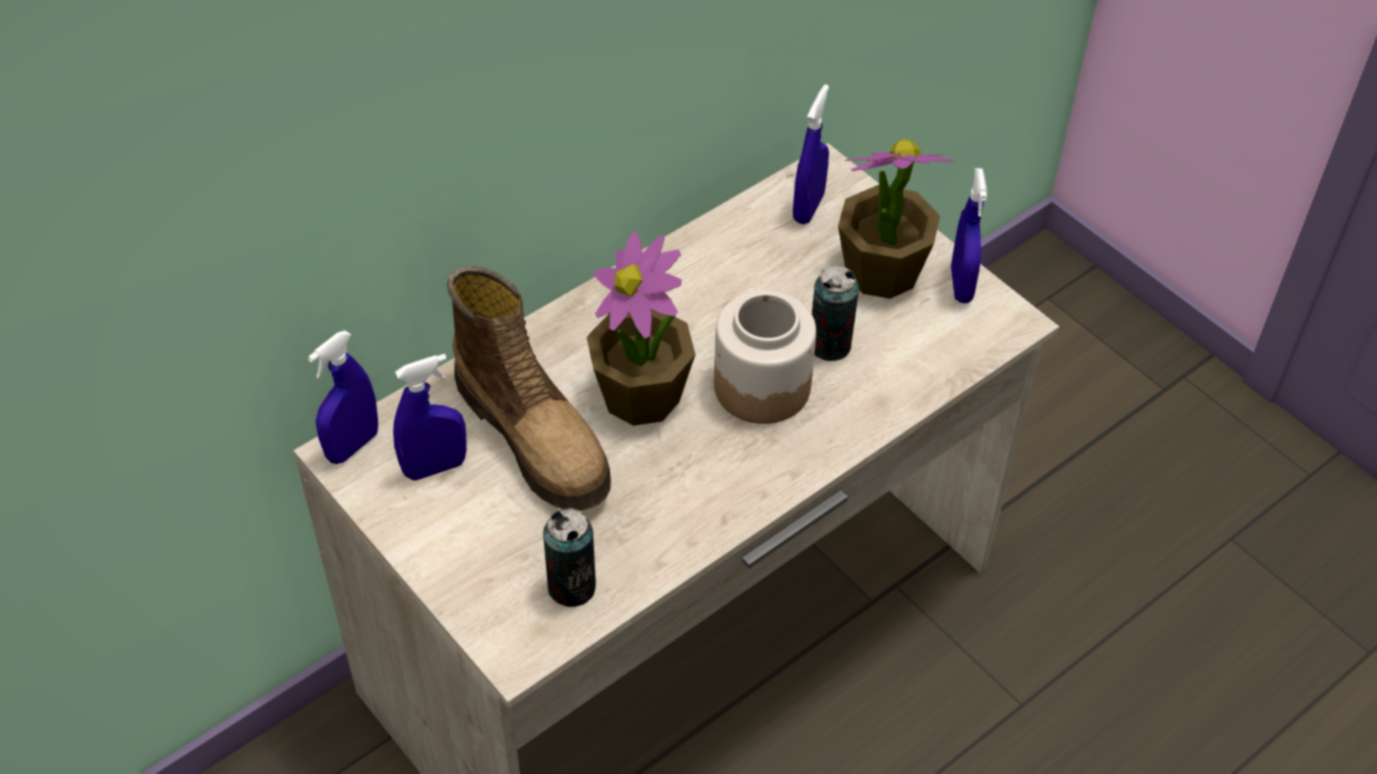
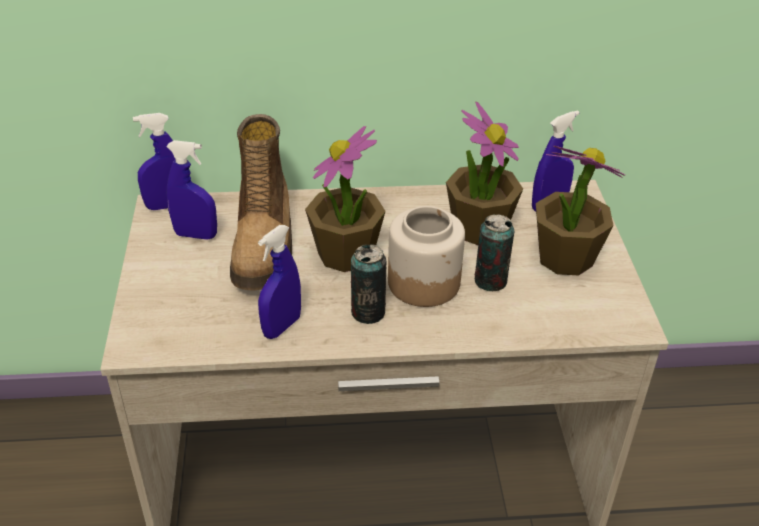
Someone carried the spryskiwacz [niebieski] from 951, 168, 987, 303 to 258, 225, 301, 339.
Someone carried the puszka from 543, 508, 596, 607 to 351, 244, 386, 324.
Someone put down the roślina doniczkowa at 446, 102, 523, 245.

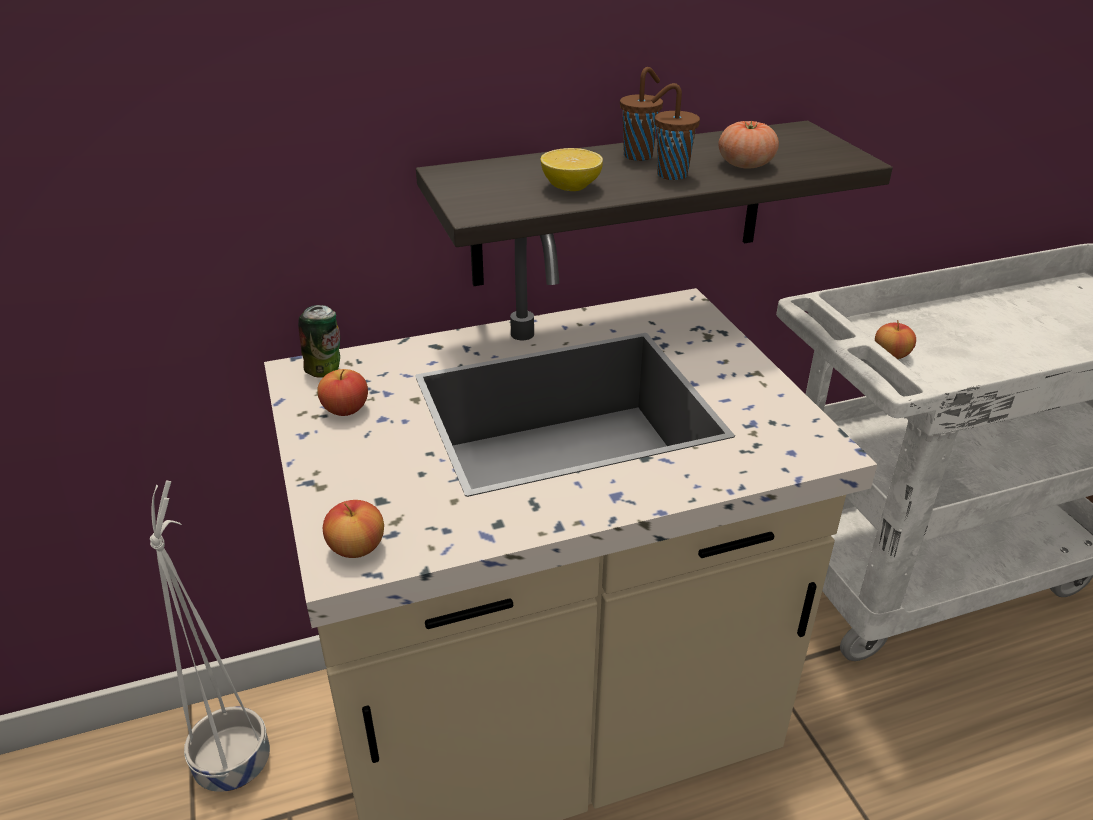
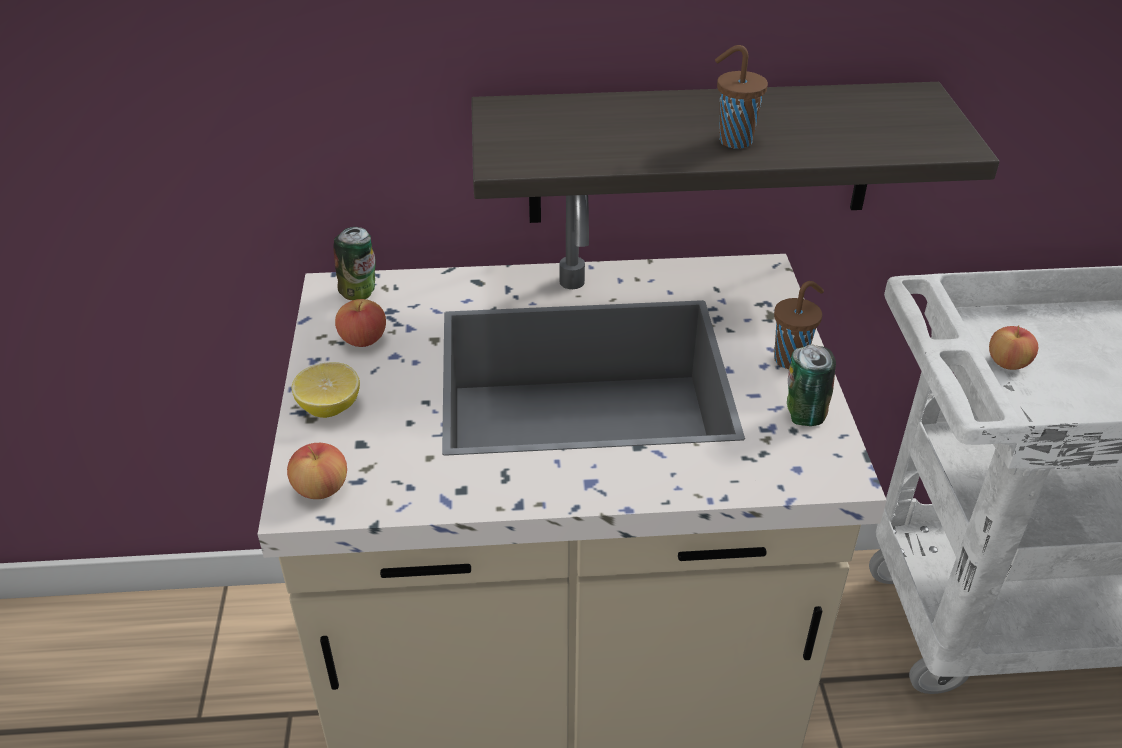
Someone carried the filiżanka [brązowy] from 620, 67, 663, 161 to 774, 281, 824, 369.
Someone took away the pomidor at 718, 120, 779, 169.
Someone carried the cytryna from 541, 148, 603, 191 to 292, 362, 360, 418.
Someone took away the donica [biały] at 150, 480, 270, 792.
Someone put down the puszka at 787, 344, 836, 426.

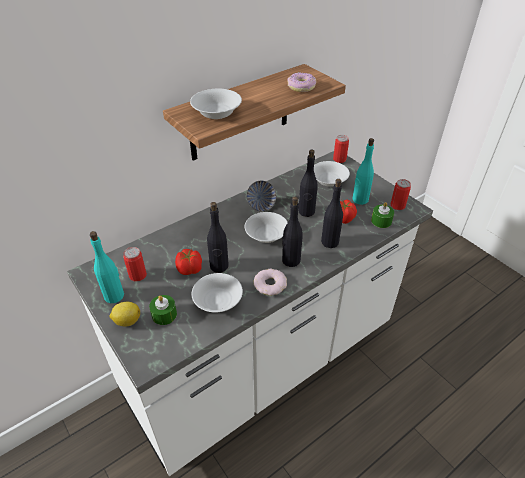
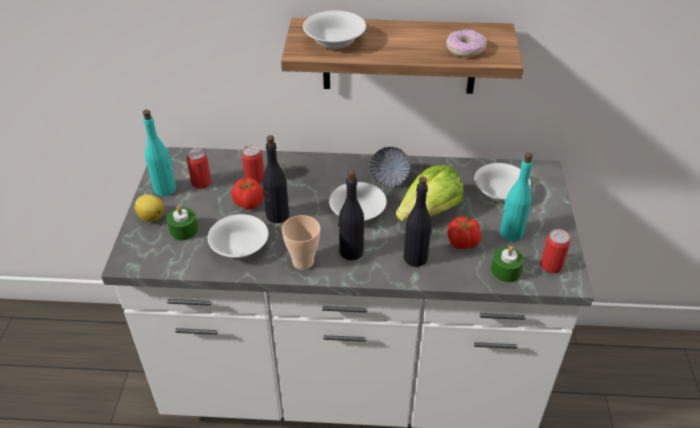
Someone carried the puszka from 333, 135, 349, 163 to 242, 145, 264, 184.
Someone swapped the butelka [czarny] at 298, 150, 318, 217 for the sałata at 396, 165, 464, 221.
Someone swapped the donut at 254, 269, 287, 296 for the filiżanka at 282, 215, 320, 270.

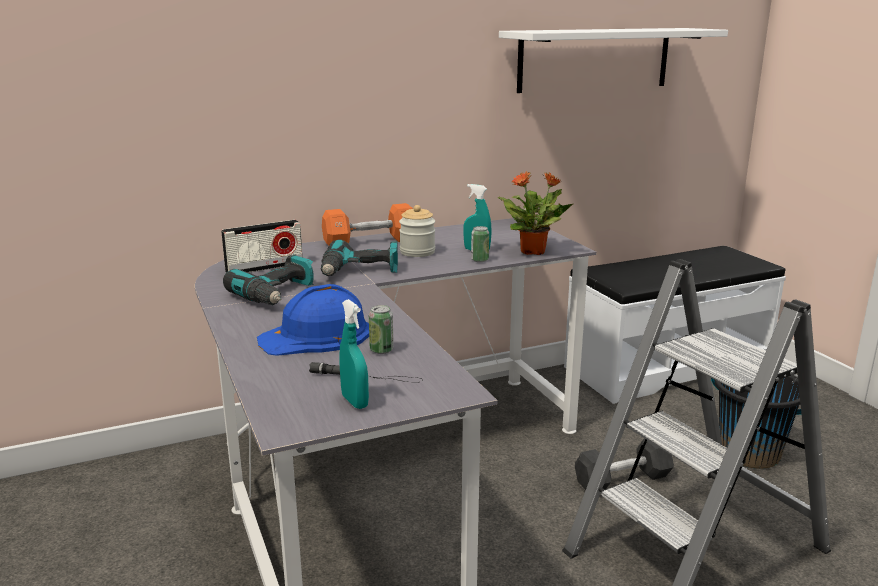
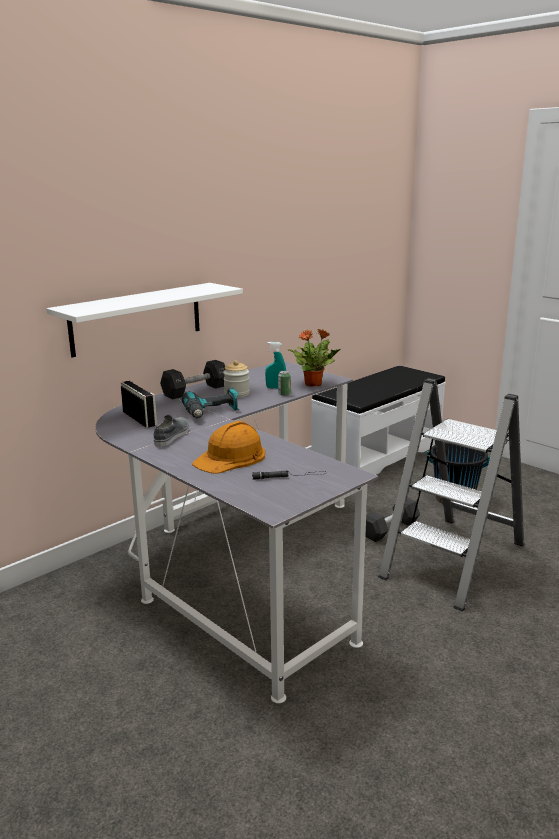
Someone carried the półka [biały] from 499, 28, 728, 93 to 46, 283, 243, 357.
Someone repainted the hantel [pomarańczowy] at 322, 203, 413, 246, which became the hantel [czarny] at 160, 360, 226, 399.
Someone rotated the radio at 221, 220, 303, 273 by 75 degrees counterclockwise.
Someone swapped the wiertarka at 223, 254, 314, 305 for the but [szary] at 154, 415, 189, 447.
Someone repainted the kask [niebieski] at 257, 284, 369, 356, which became the kask [pomarańczowy] at 192, 421, 265, 474.
Someone took away the spryskiwacz [turkusowy] at 339, 299, 369, 409.
Someone took away the puszka at 369, 305, 394, 354.

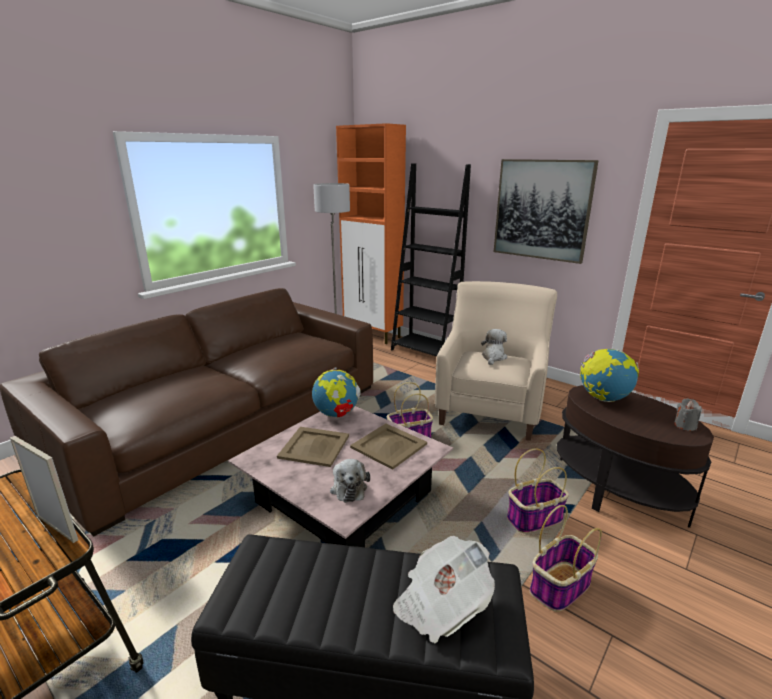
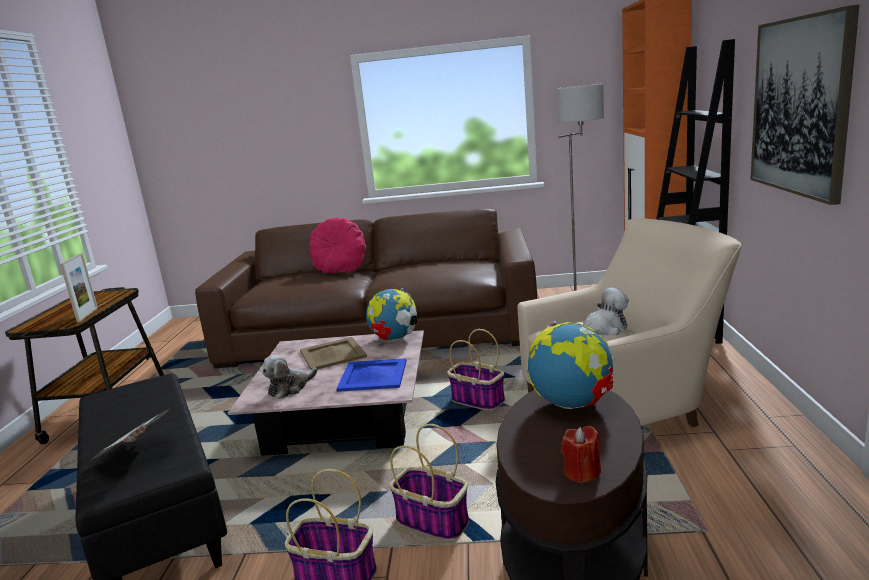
Someone repainted the świeca [szary] at 674, 398, 702, 431, which became the świeca [czerwony] at 561, 426, 601, 483.
Someone repainted the taca [beżowy] at 350, 424, 427, 470, which became the taca [niebieski] at 336, 358, 406, 392.
Someone put down the poduszka [różowy] at 309, 217, 366, 273.

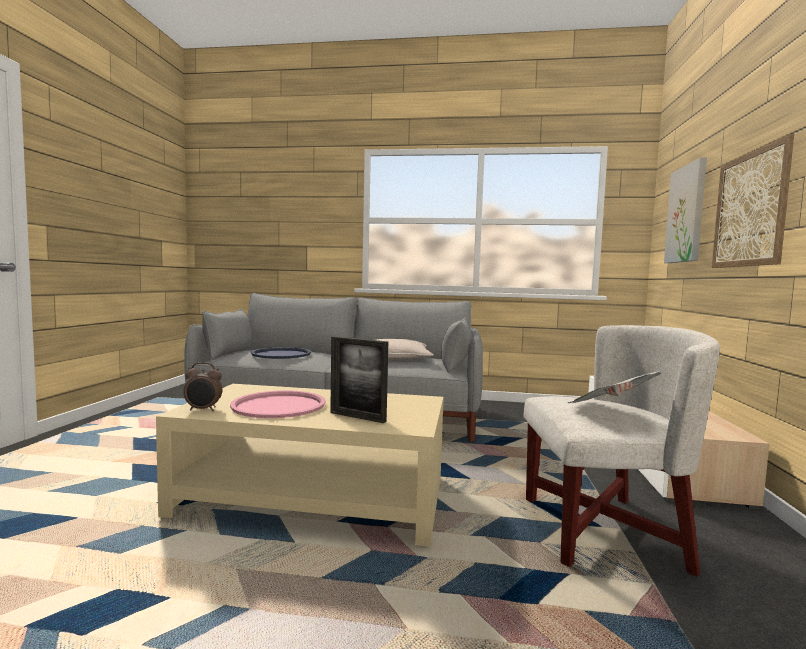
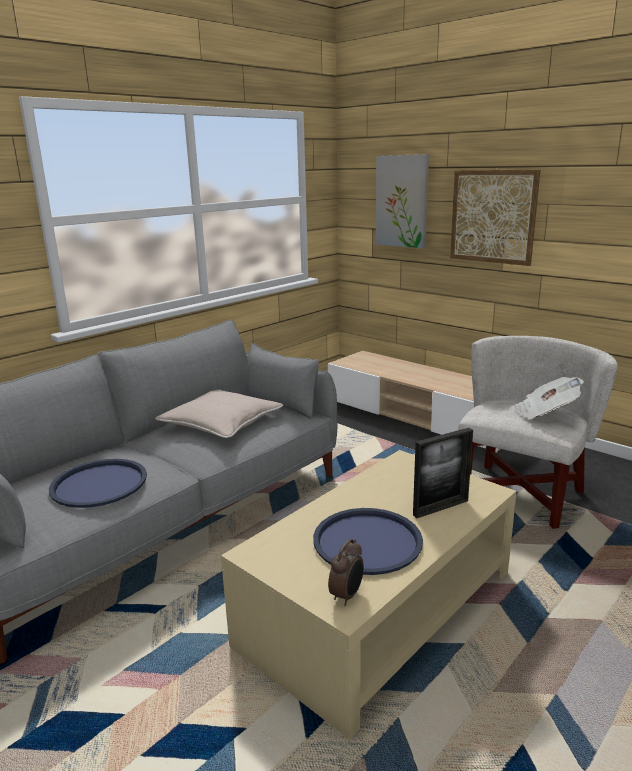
Someone repainted the taca [różowy] at 230, 390, 326, 418, which became the taca [niebieski] at 313, 508, 423, 575.

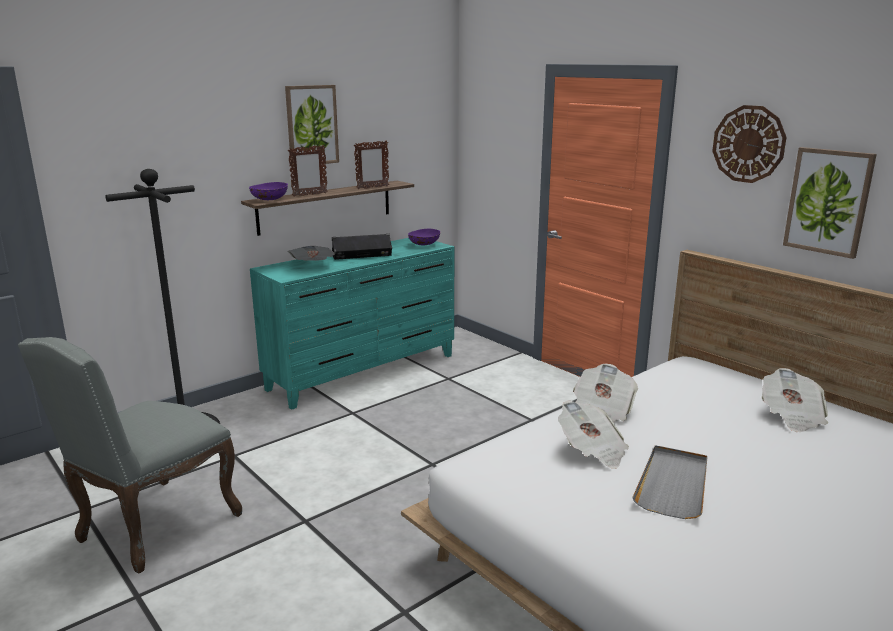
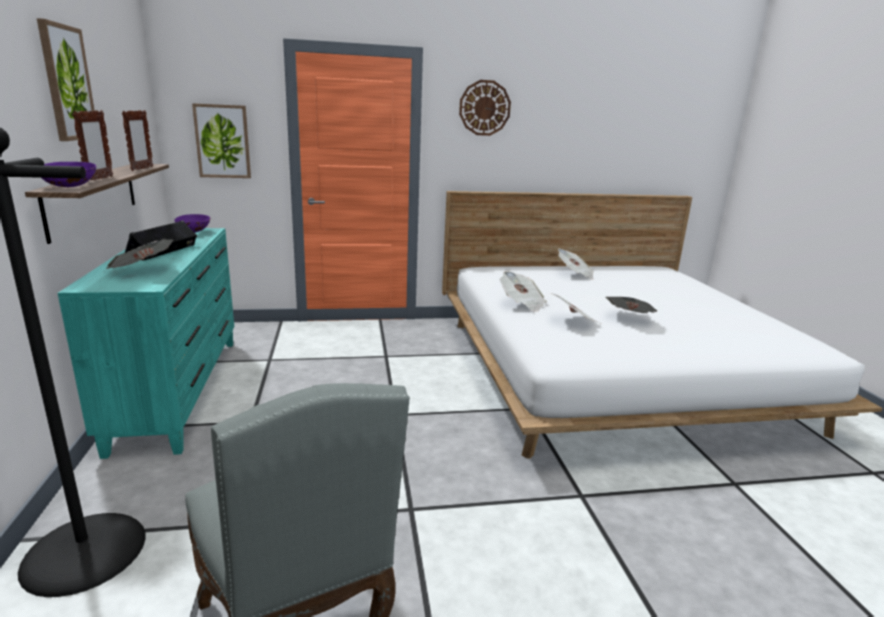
Someone carried the obraz from 783, 147, 877, 259 to 192, 103, 251, 178.
Someone swapped the taca [szary] at 632, 445, 707, 519 for the gazeta at 605, 297, 657, 313.

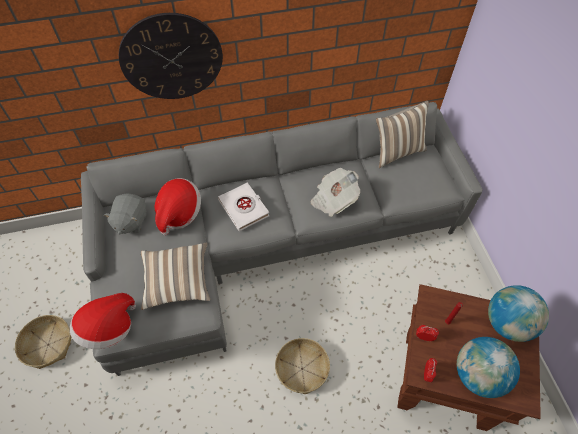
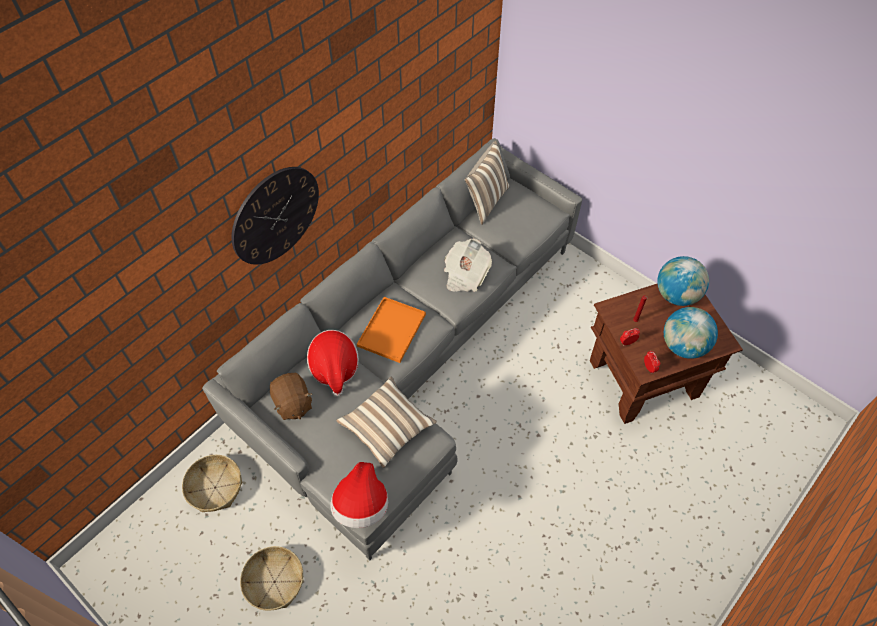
Someone swapped the książka [biały] at 218, 183, 270, 231 for the taca [pomarańczowy] at 357, 297, 426, 363.
Someone repainted the pluszak [szary] at 104, 194, 147, 234, which became the pluszak [brązowy] at 270, 373, 312, 420.
Someone carried the koszyk from 275, 338, 330, 394 to 182, 455, 242, 512.

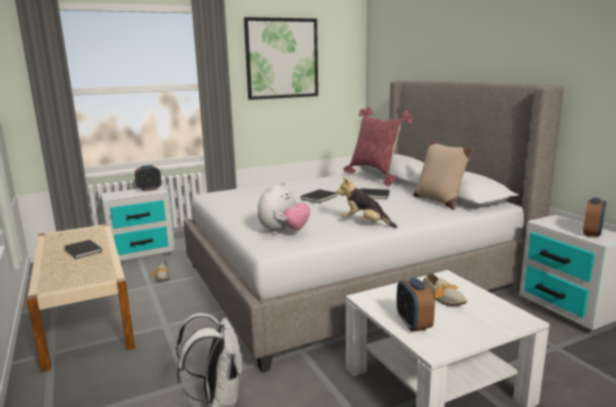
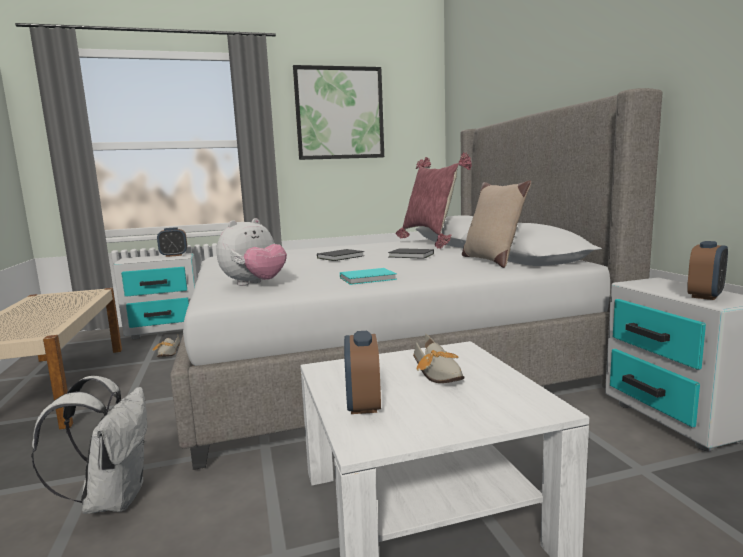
Someone swapped the pluszak at 336, 177, 397, 228 for the książka [turkusowy] at 340, 268, 397, 285.
Someone took away the książka [czarny] at 65, 240, 102, 259.

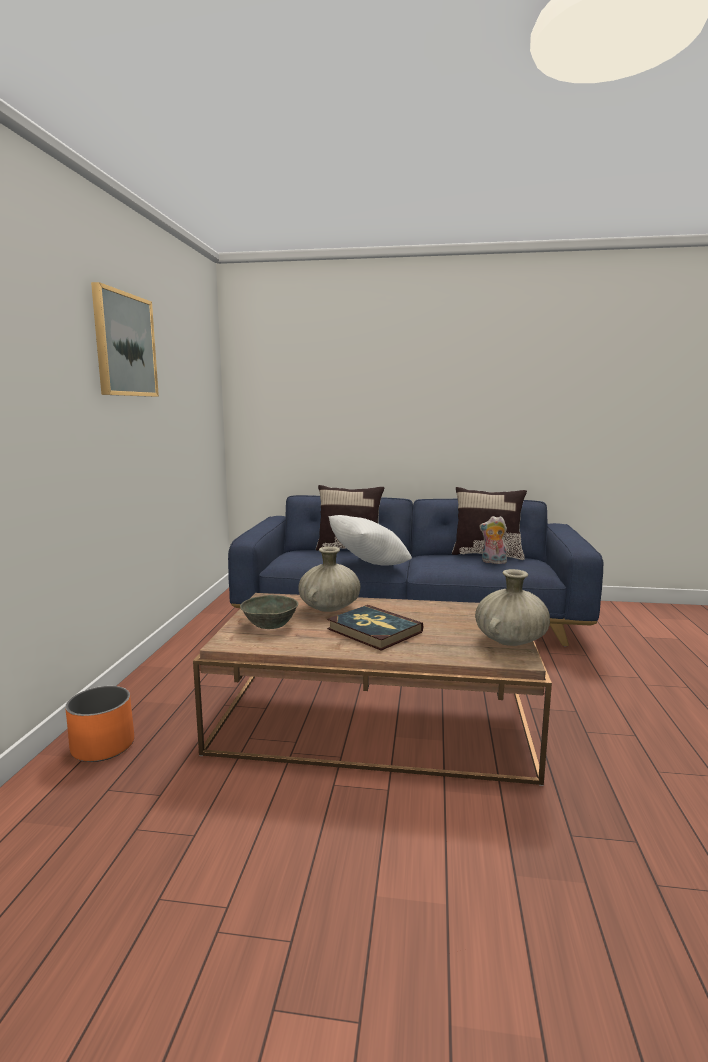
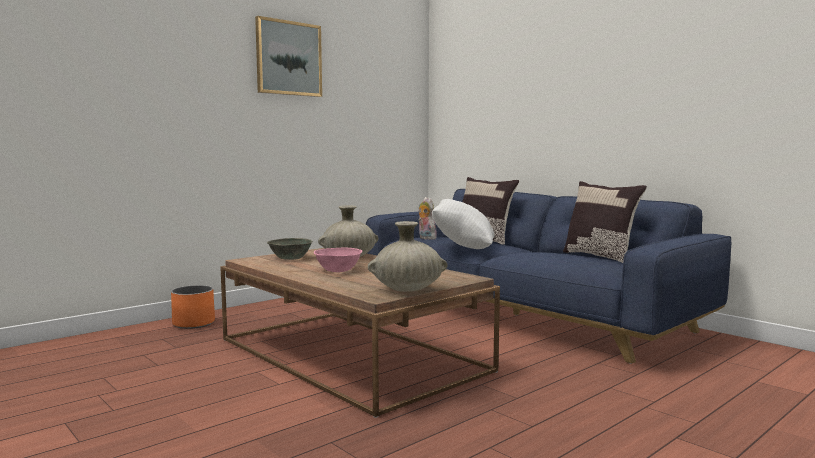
Someone carried the pluszak from 479, 516, 507, 564 to 418, 197, 438, 240.
Someone swapped the książka at 327, 605, 423, 651 for the miska [różowy] at 314, 248, 362, 272.

